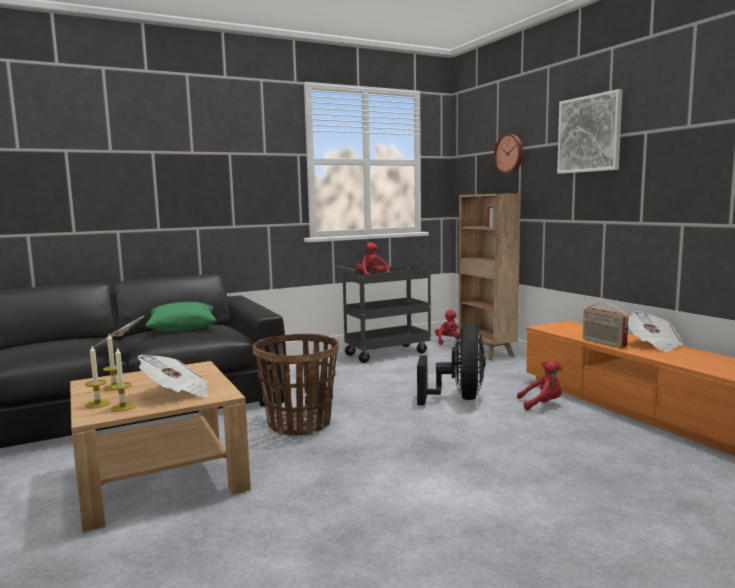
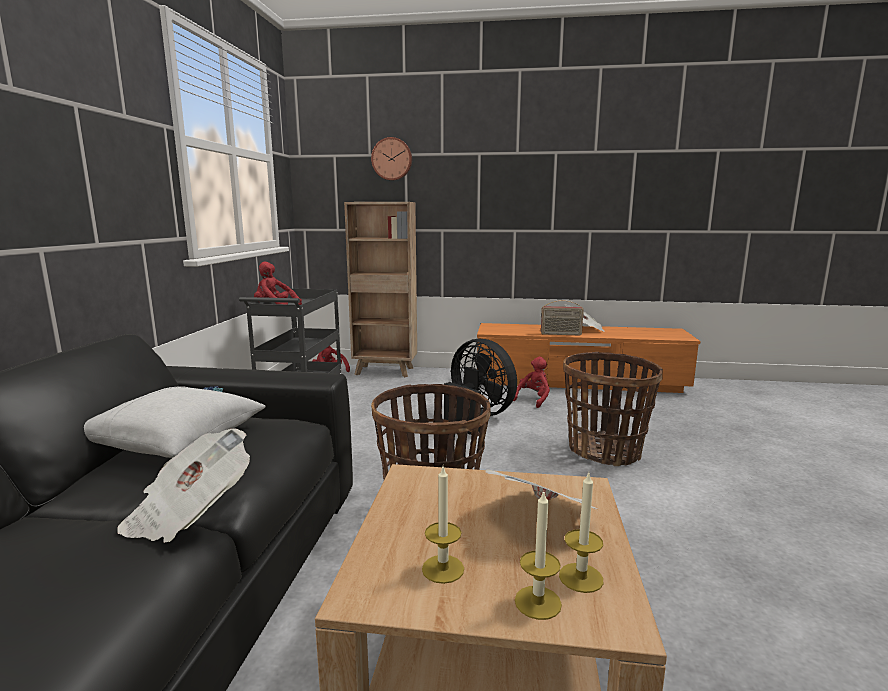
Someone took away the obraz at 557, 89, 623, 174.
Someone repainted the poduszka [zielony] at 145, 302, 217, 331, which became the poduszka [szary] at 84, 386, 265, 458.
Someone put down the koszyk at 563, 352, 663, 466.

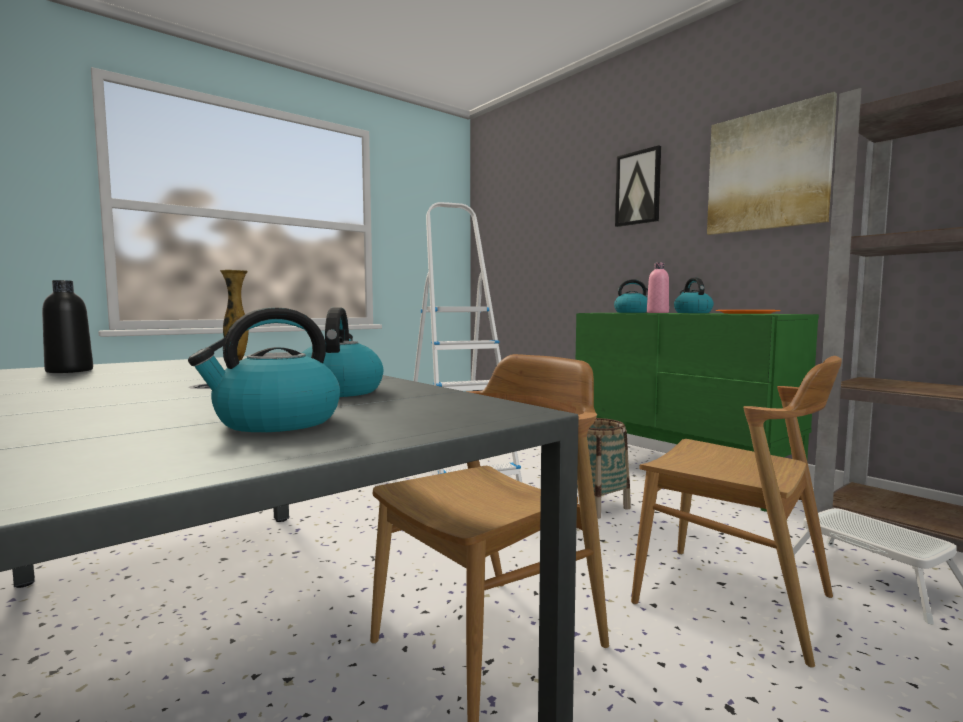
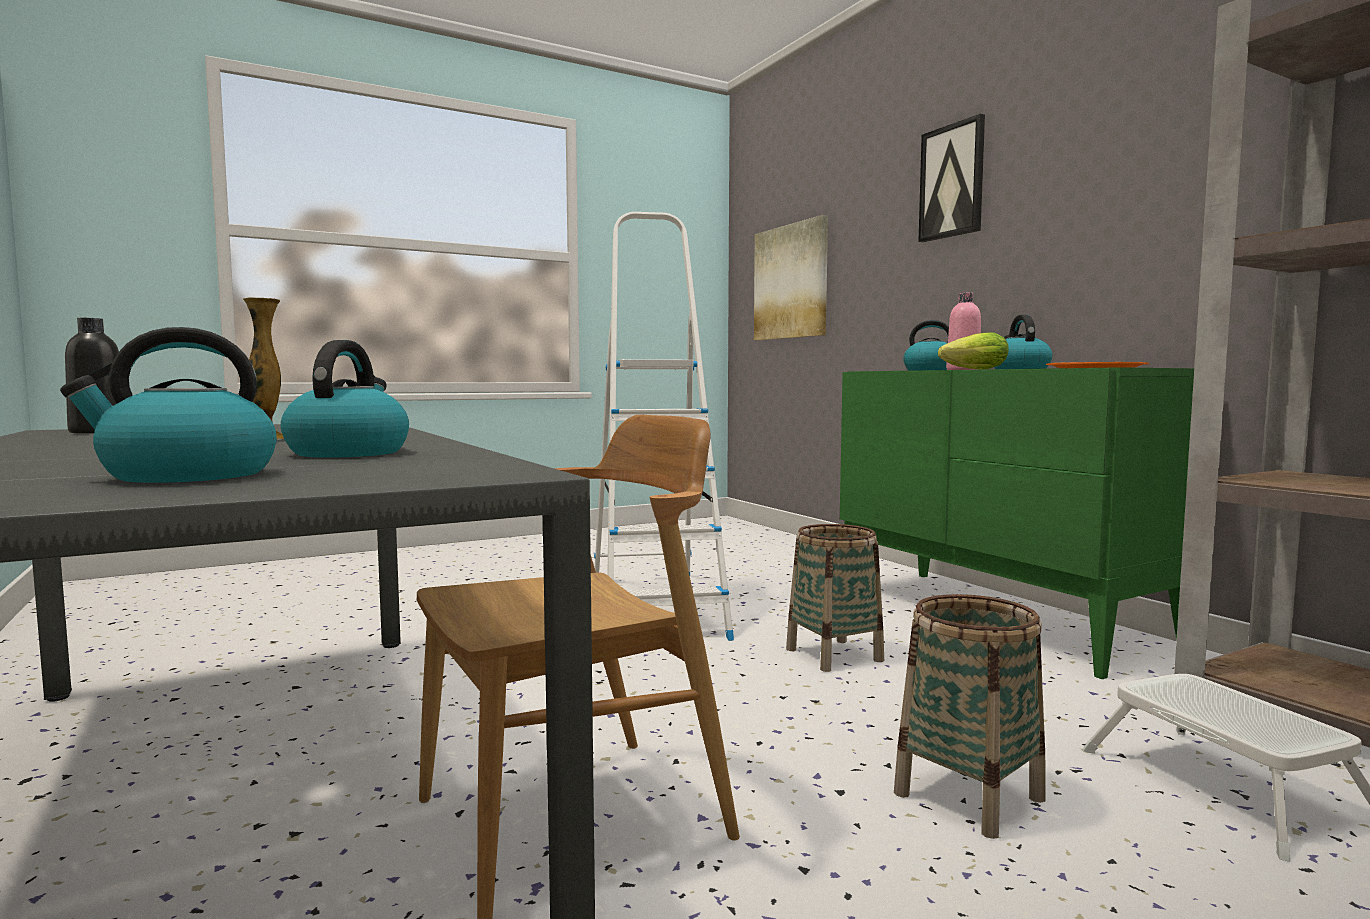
Someone carried the obraz from 707, 92, 837, 235 to 754, 215, 828, 340.
Someone swapped the krzesło [brązowy] at 631, 356, 842, 668 for the koszyk at 894, 594, 1046, 839.
Someone put down the sałata at 938, 332, 1008, 369.

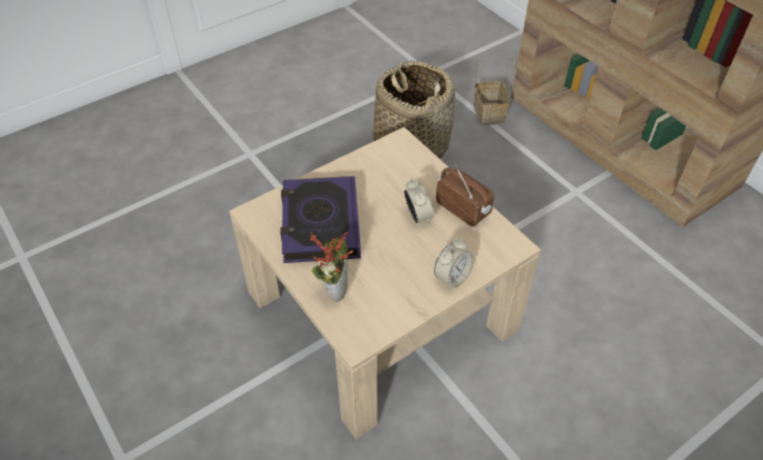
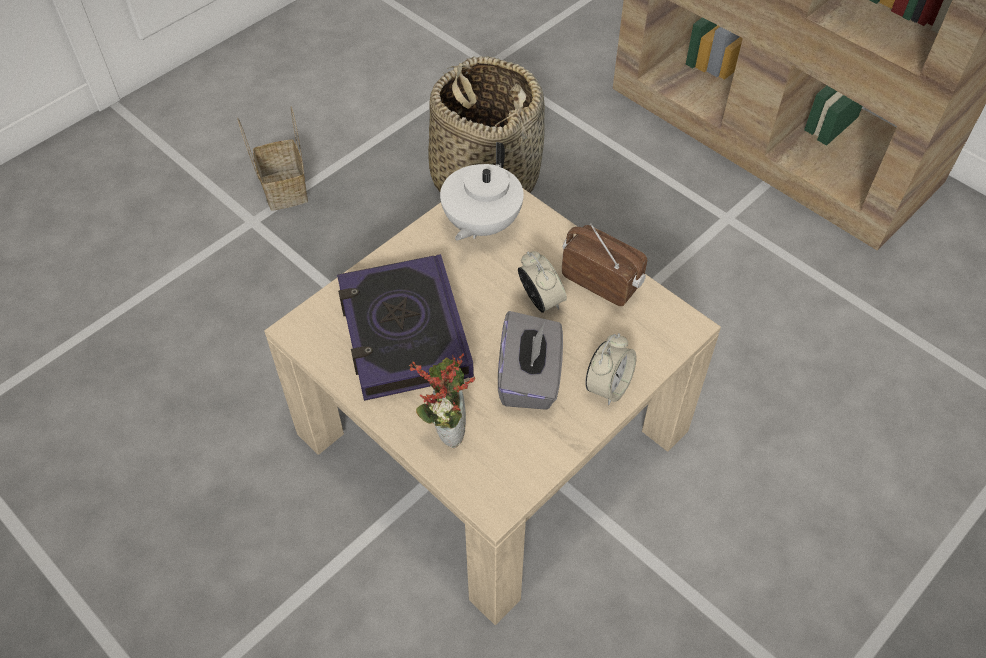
Someone carried the koszyk from 474, 57, 515, 125 to 237, 106, 308, 211.
Someone put down the imbryk [biały] at 440, 142, 524, 240.
Someone put down the pudełko chusteczek [szary] at 498, 311, 563, 410.

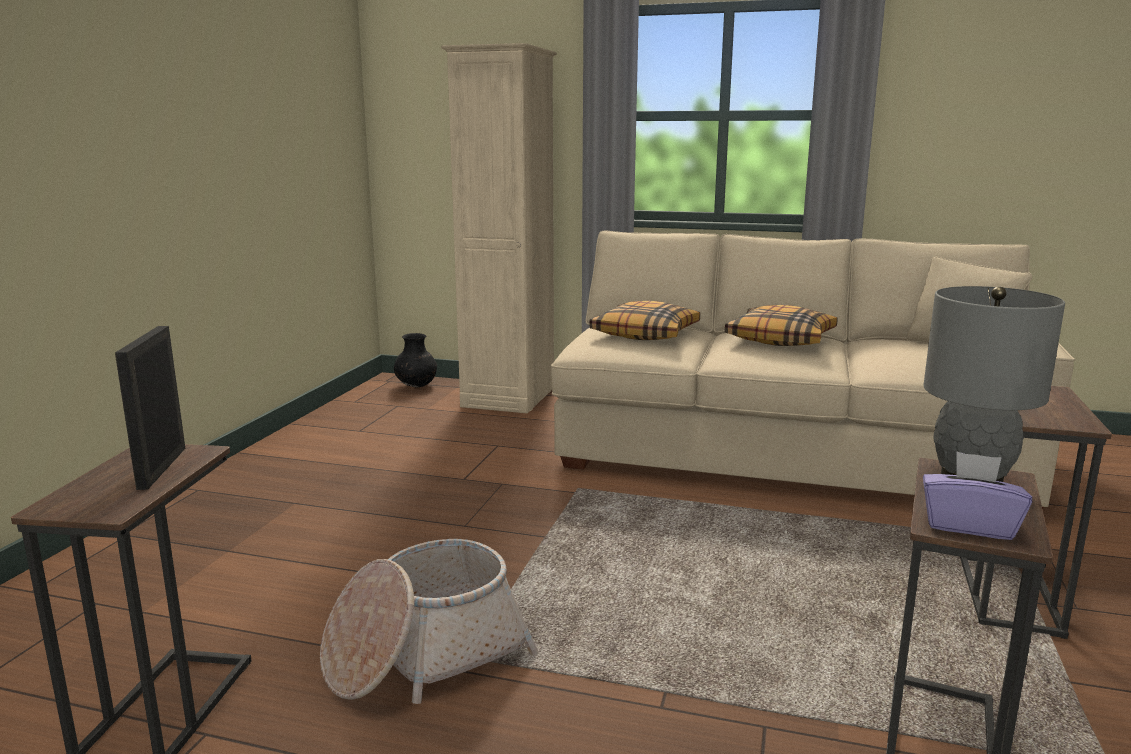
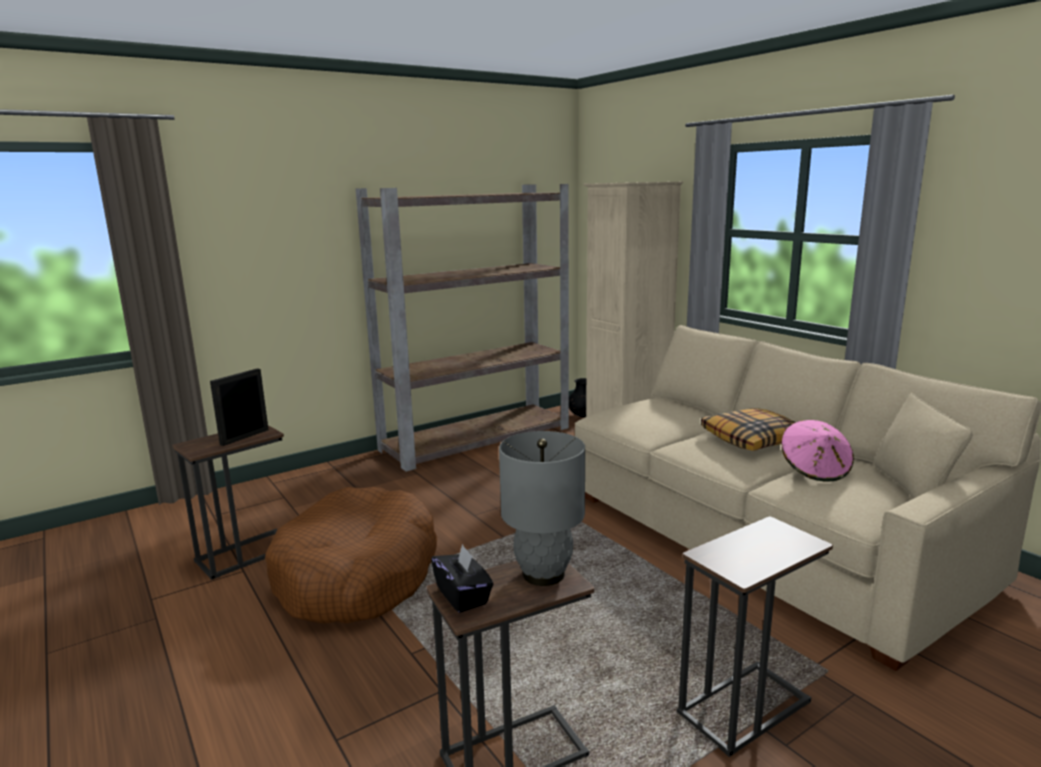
Someone took away the poduszka at 589, 301, 700, 340.
Someone repainted the pudełko chusteczek [fioletowy] at 923, 451, 1032, 540, which became the pudełko chusteczek [czarny] at 431, 544, 493, 613.
Someone swapped the koszyk at 320, 539, 539, 704 for the legowisko [brązowy] at 265, 487, 437, 624.
Someone put down the regał [brązowy] at 356, 184, 569, 472.
Someone put down the kapelusz [różowy] at 782, 420, 854, 482.

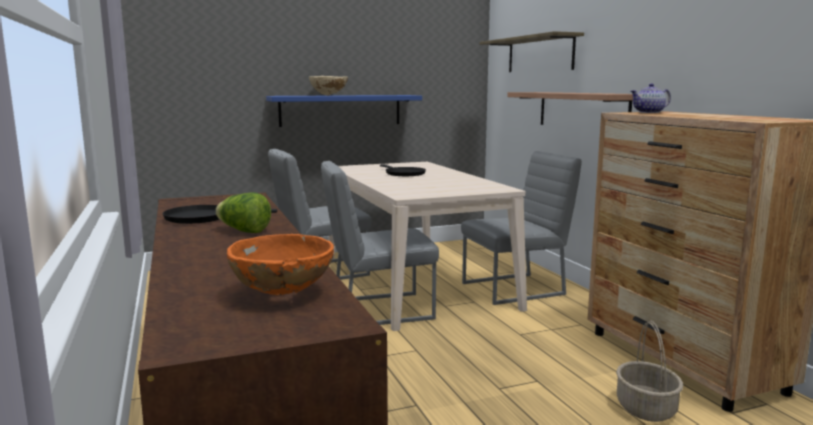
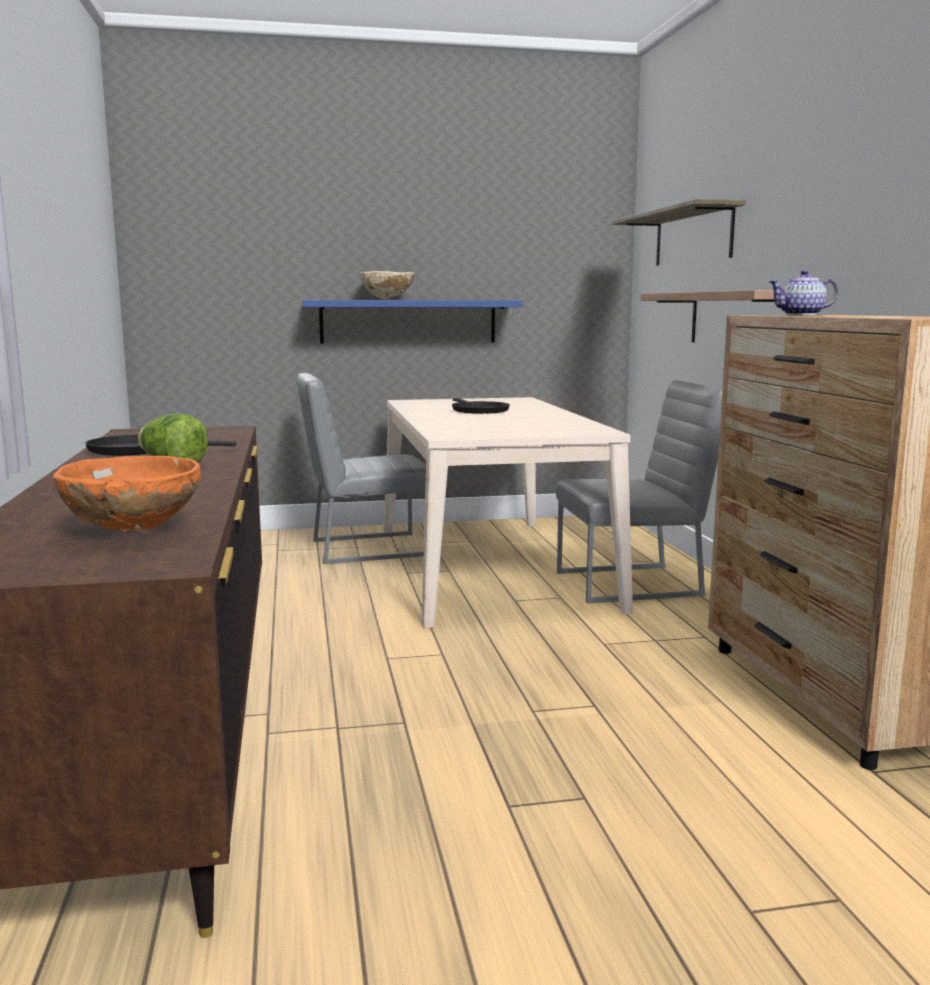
Someone took away the krzesło [szary] at 321, 161, 439, 325.
Someone took away the koszyk at 616, 321, 683, 422.

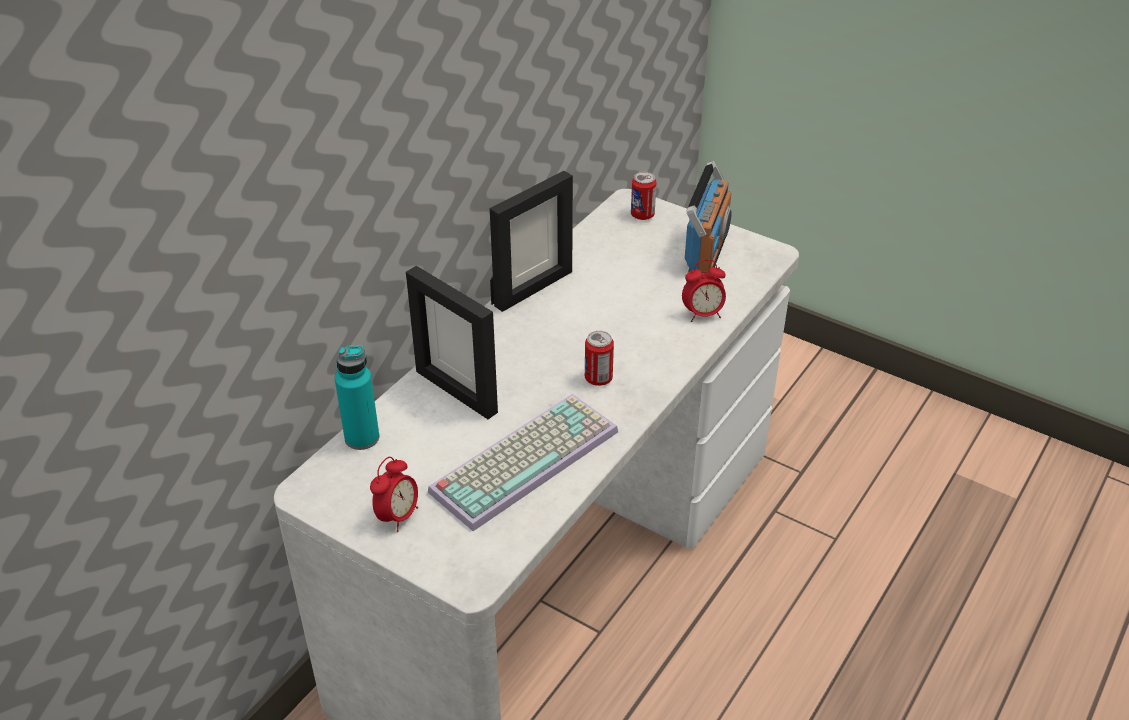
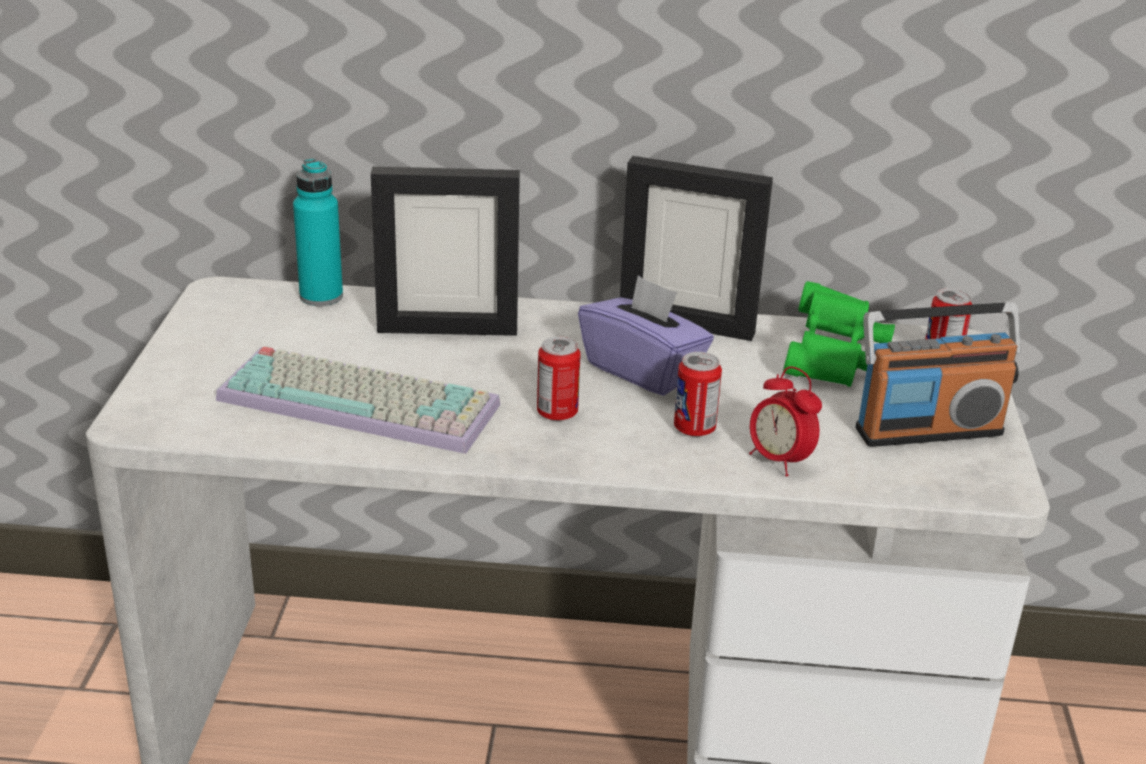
Someone rotated the ramka na zdjęcie at 406, 266, 498, 419 by 105 degrees counterclockwise.
Someone took away the budzik at 370, 457, 418, 532.
Someone put down the pudełko chusteczek [fioletowy] at 578, 275, 714, 396.
Someone put down the lornetka [zielony] at 783, 281, 895, 387.
Someone put down the puszka at 674, 352, 722, 437.

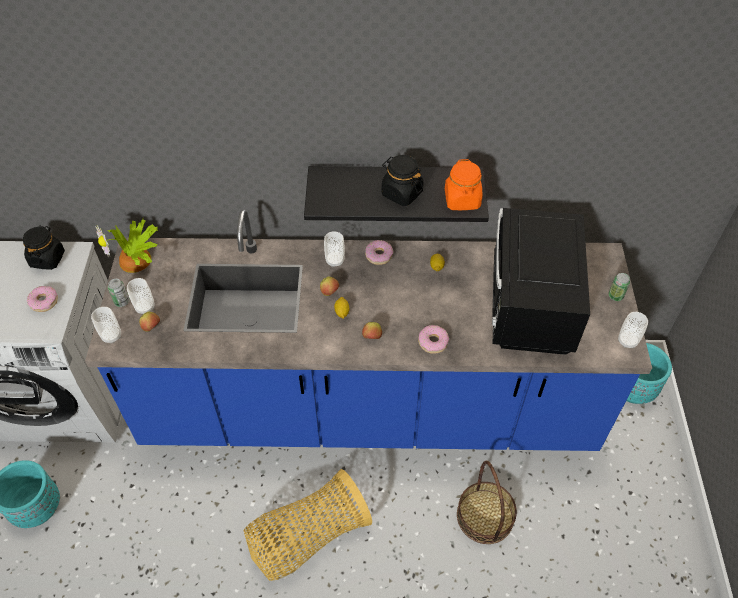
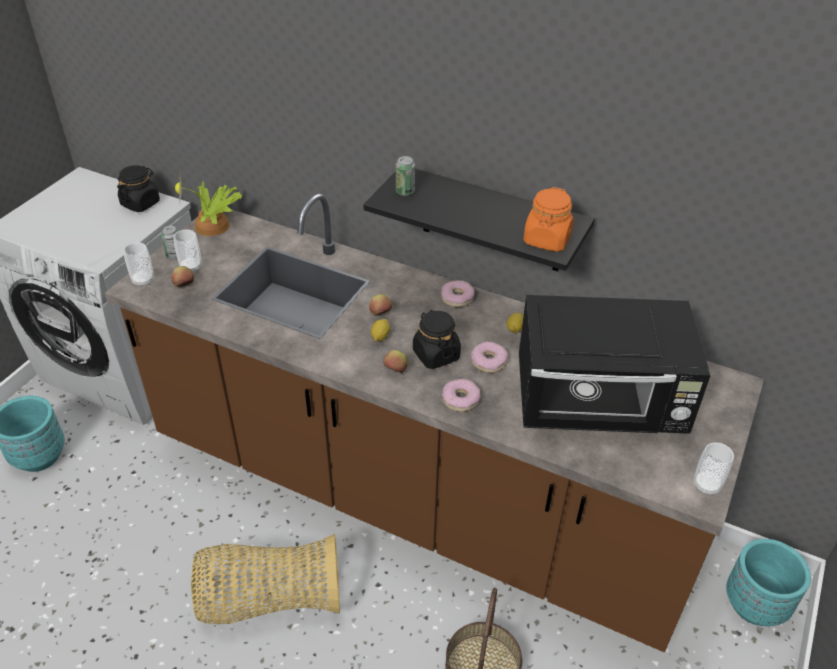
Someone carried the słoik [czarny] from 382, 155, 424, 206 to 413, 310, 461, 369.
Someone rotated the mikrofalówka [czarny] at 492, 208, 590, 355 by 120 degrees counterclockwise.
Someone repainted the zabudowa kuchenna [niebieski] at 85, 209, 652, 451, which became the zabudowa kuchenna [brązowy] at 105, 194, 764, 652.
Someone took away the filiżanka at 324, 231, 345, 267.
Someone carried the puszka from 608, 273, 630, 301 to 396, 156, 415, 196.
Someone carried the donut from 27, 286, 58, 312 to 471, 342, 508, 373.

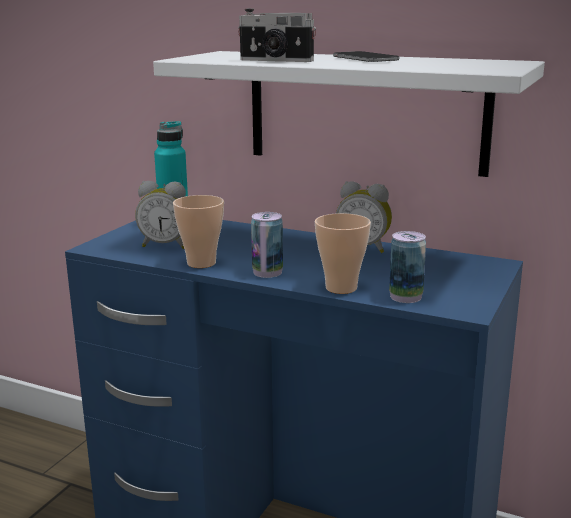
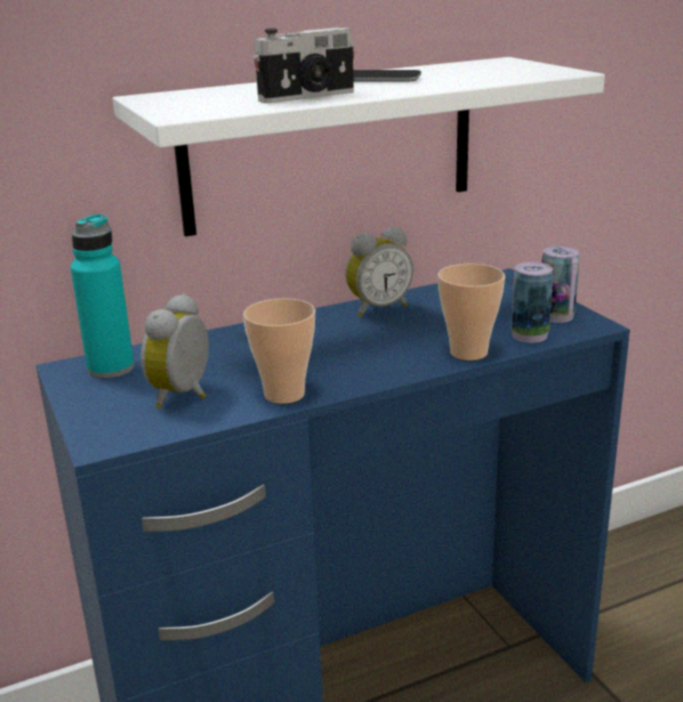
Someone rotated the budzik at 135, 181, 186, 249 by 150 degrees clockwise.
Someone carried the puszka from 251, 212, 283, 278 to 542, 246, 579, 323.

